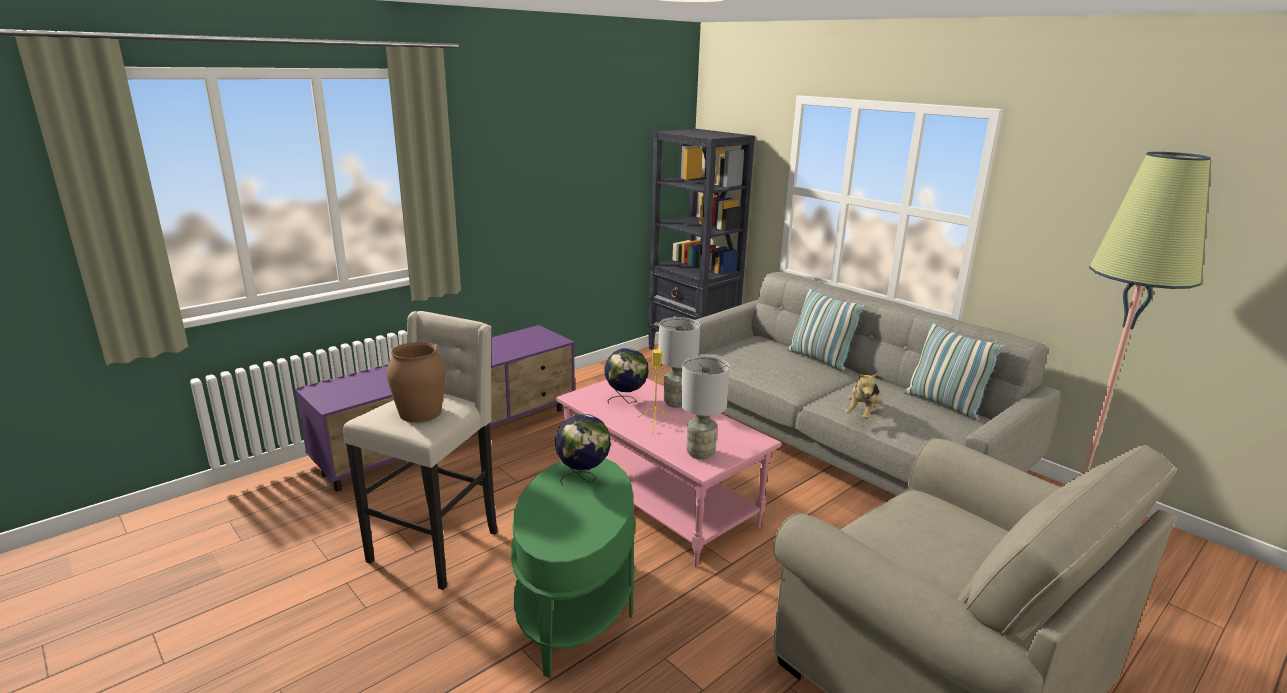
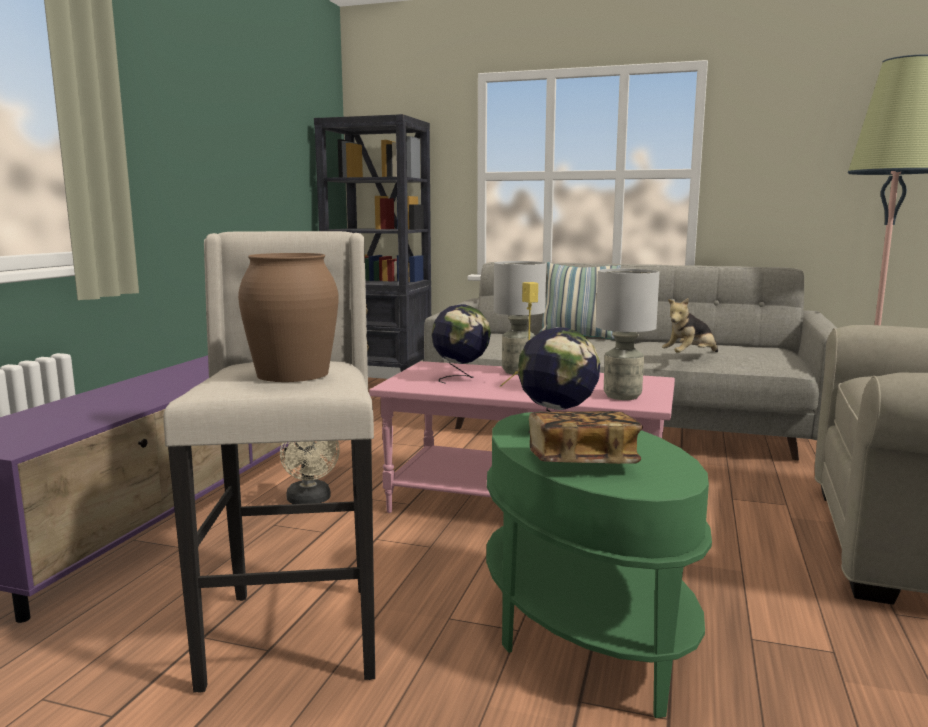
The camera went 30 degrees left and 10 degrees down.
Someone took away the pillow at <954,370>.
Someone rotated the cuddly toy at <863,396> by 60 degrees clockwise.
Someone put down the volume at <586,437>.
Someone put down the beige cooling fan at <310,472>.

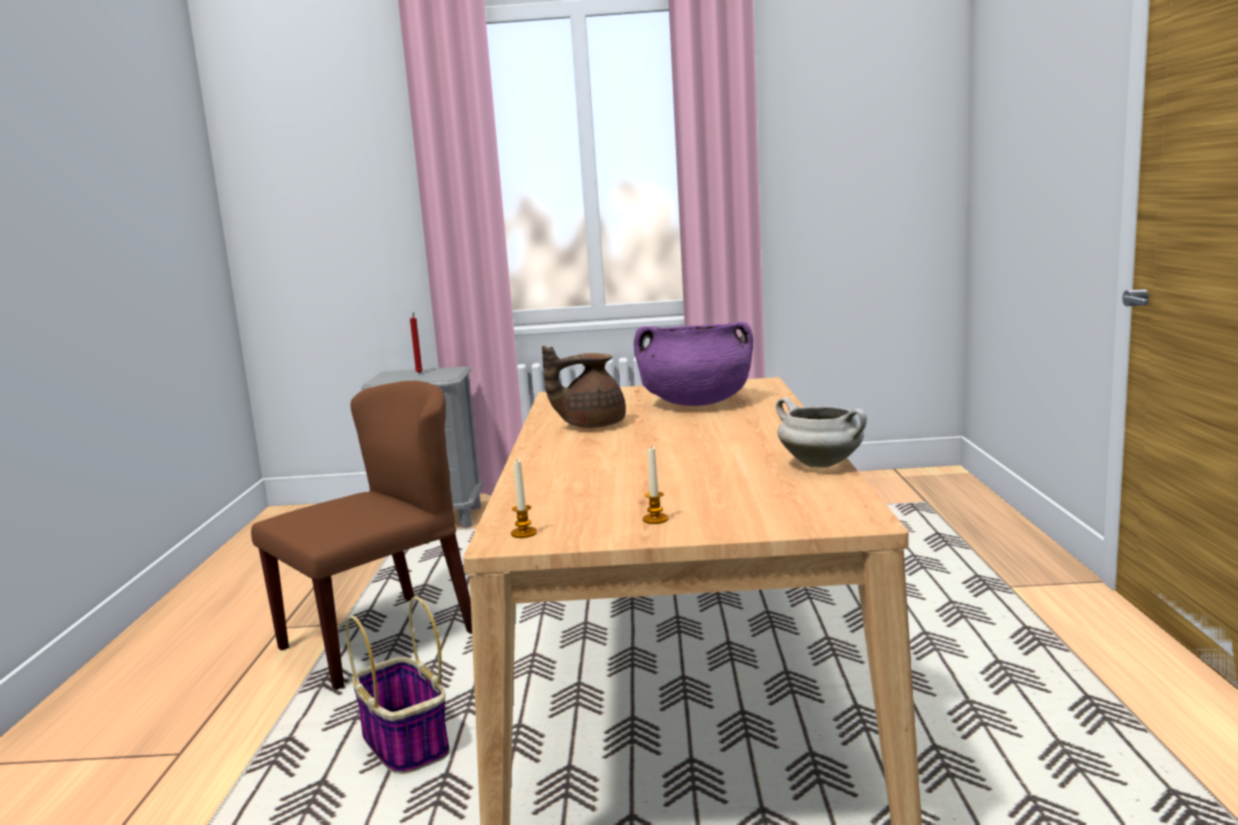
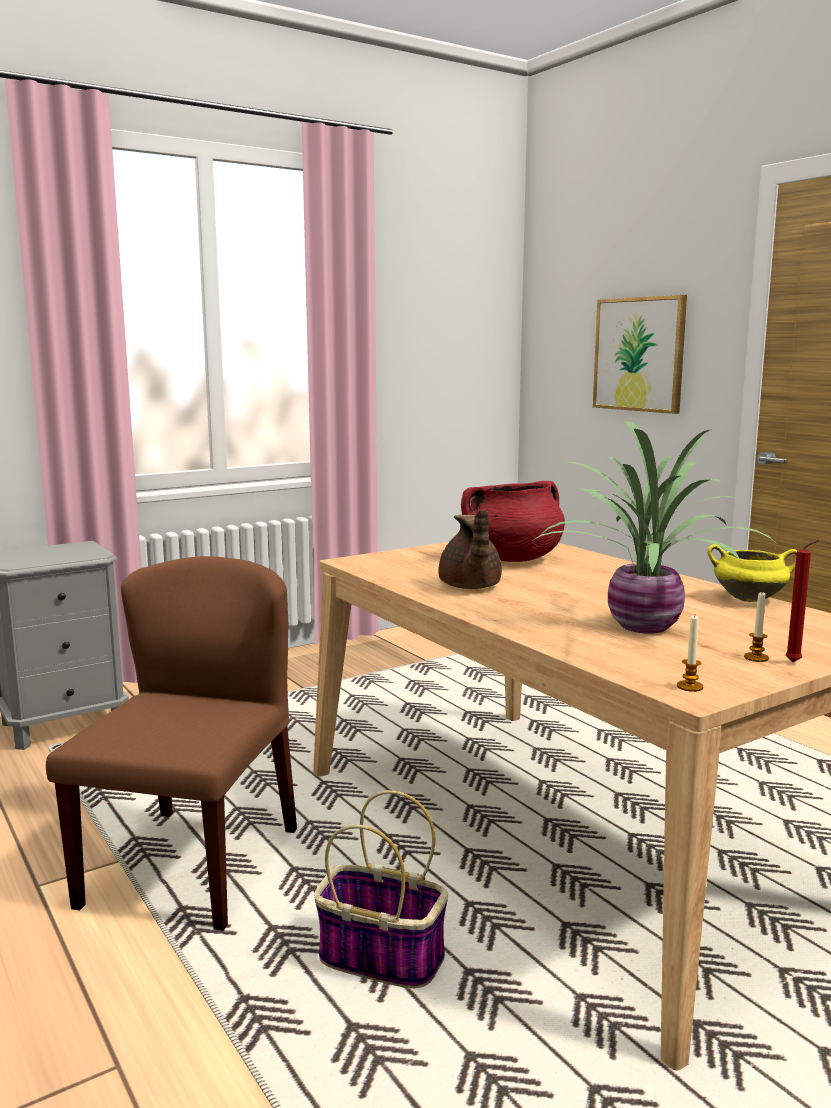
The camera went 35 degrees left and 0 degrees up.
Someone carried the reddish wax light from <416,343> to <802,601>.
Someone repainted the purplish stockpot at <693,364>, which became the reddish stockpot at <512,521>.
Someone rotated the brown-coloured pot for tea at <584,387> by 45 degrees counterclockwise.
Someone repainted the whitish stockpot at <821,432>, which became the yellowish stockpot at <752,573>.
Someone put up the picture at <640,354>.
Someone put down the plant in a pot at <656,527>.

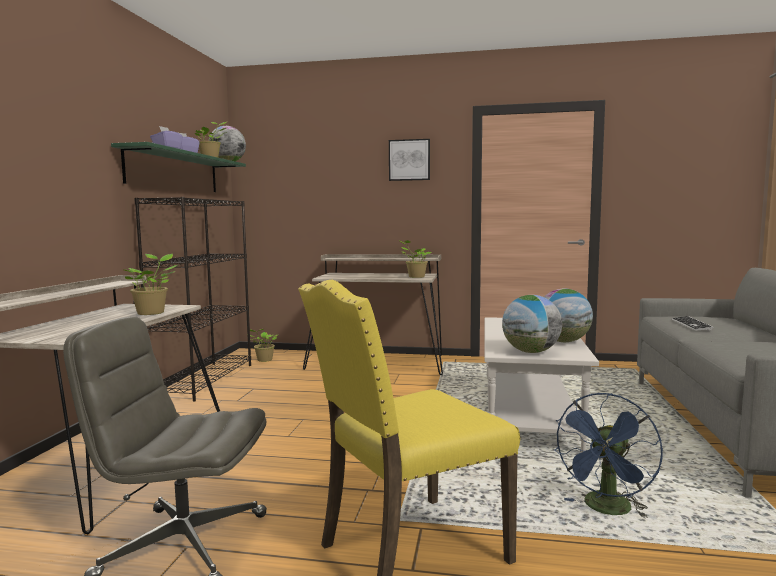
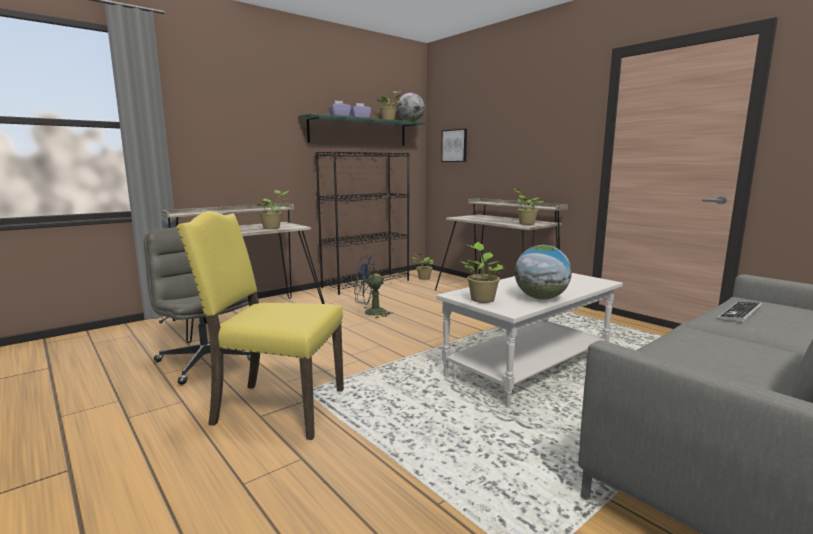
The camera went 40 degrees right and 5 degrees up.
Someone carried the picture from <409,160> to <454,145>.
Someone swapped the world globe at <532,324> for the plant in a pot at <482,272>.
Someone carried the bluish cooling fan from <608,455> to <374,287>.

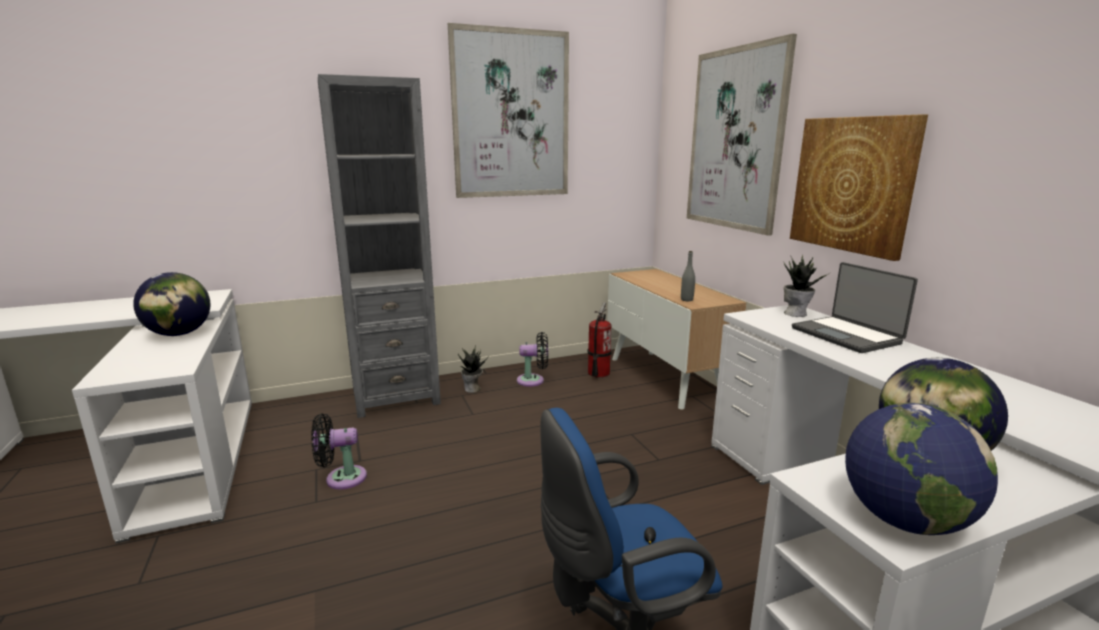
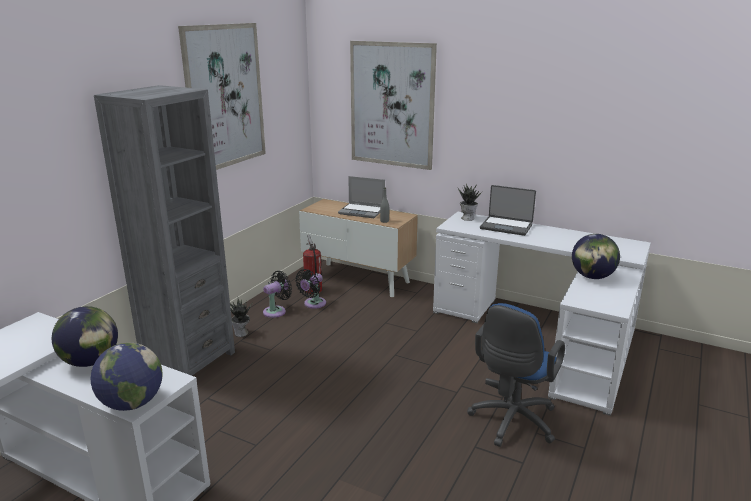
The camera went 40 degrees left and 5 degrees up.
Someone took away the picture at <859,187>.
Someone carried the world globe from <921,469> to <126,376>.
Someone carried the blackish cooling fan from <339,451> to <310,289>.
Someone put down the portable computer at <361,197>.

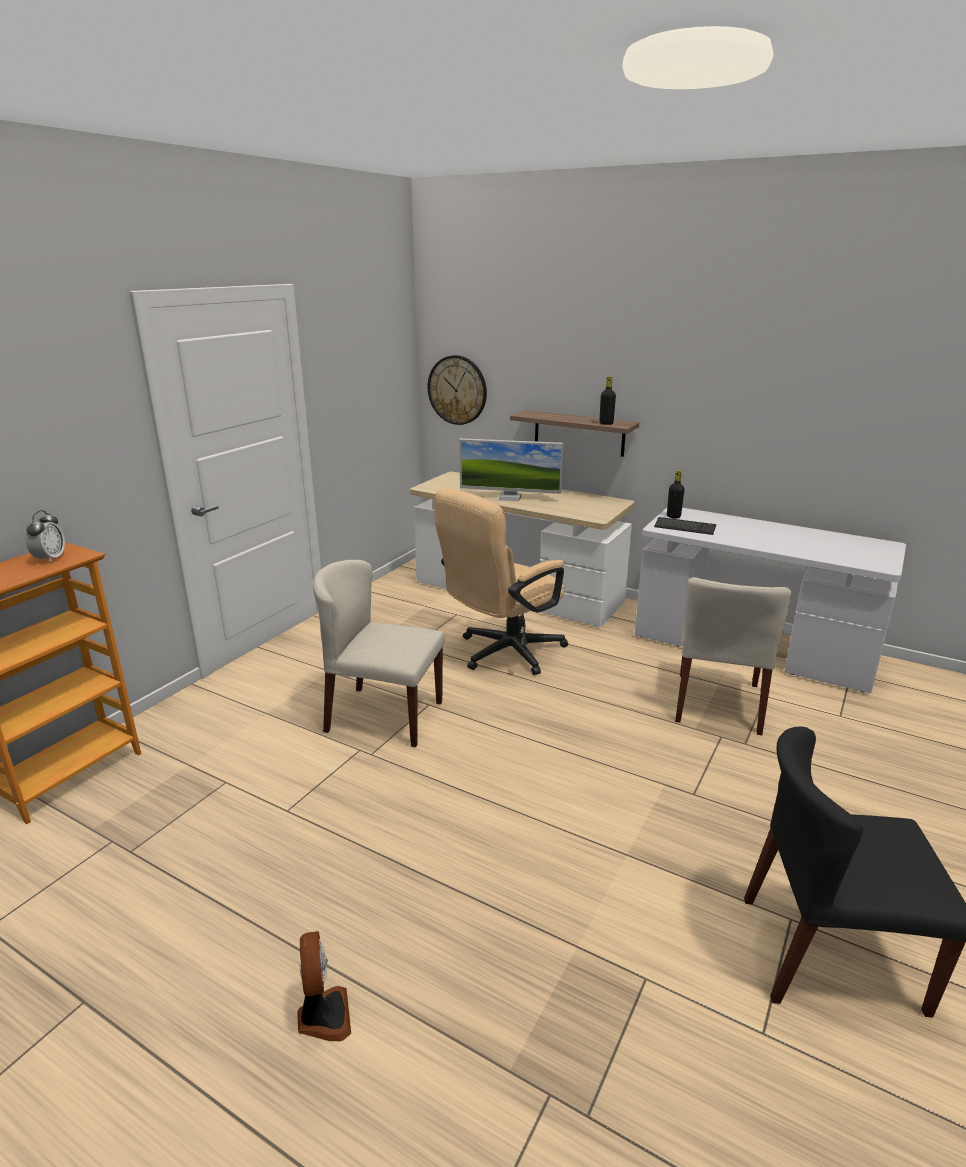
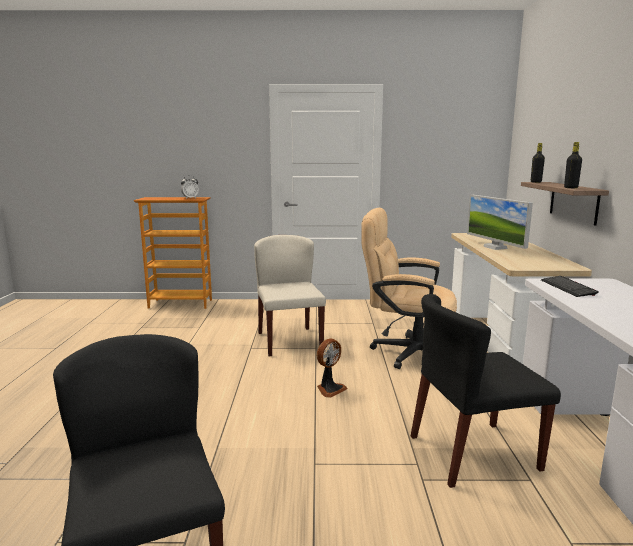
The camera went 60 degrees right and 10 degrees down.
Someone took away the clock on the wall at <457,390>.
Someone carried the blackish bottle from <676,494> to <538,163>.
Someone repainted the beige upright chair at <733,656>, which became the blackish upright chair at <486,391>.
Someone carried the cooling fan from <324,986> to <332,368>.

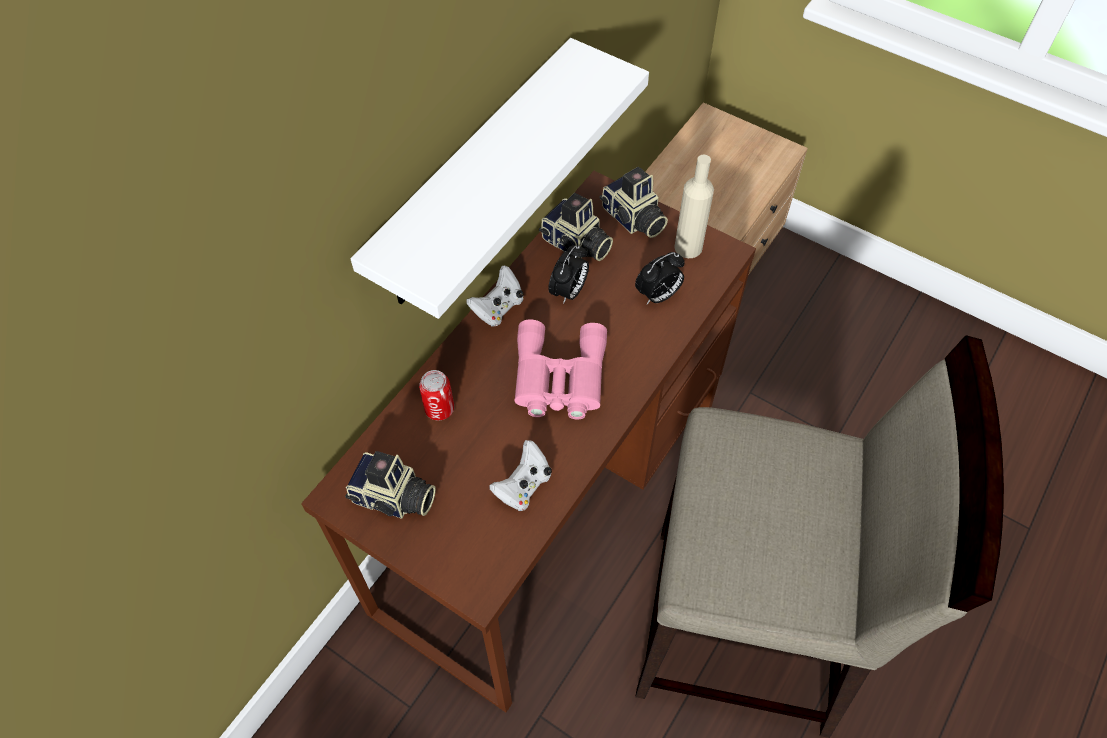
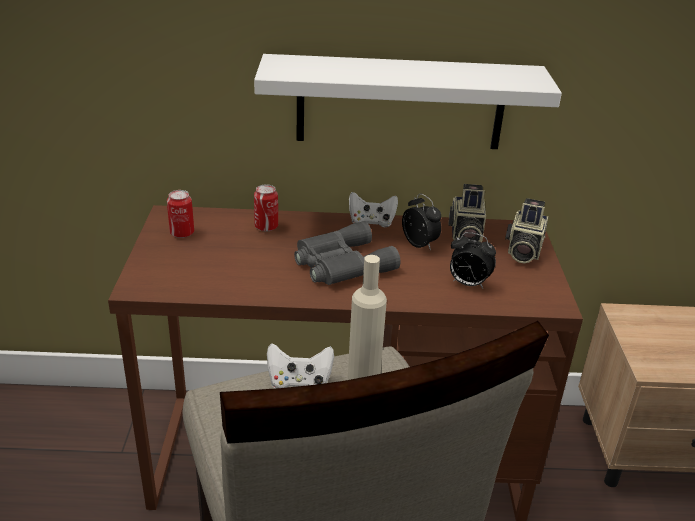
The camera went 55 degrees right and 25 degrees down.
Someone carried the beige bottle from <694,206> to <367,317>.
Someone rotated the bedside clock at <568,274> by 120 degrees counterclockwise.
Someone repainted the pink-coloured field glasses at <560,369>, which became the greyish field glasses at <347,253>.
Someone carried the whitish joypad from <520,475> to <300,365>.
Someone swapped the photo camera at <390,485> for the can at <180,214>.

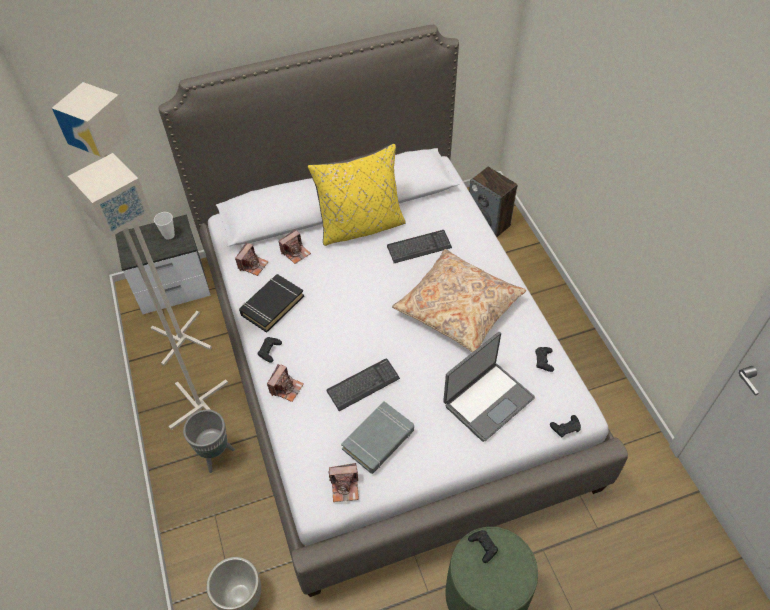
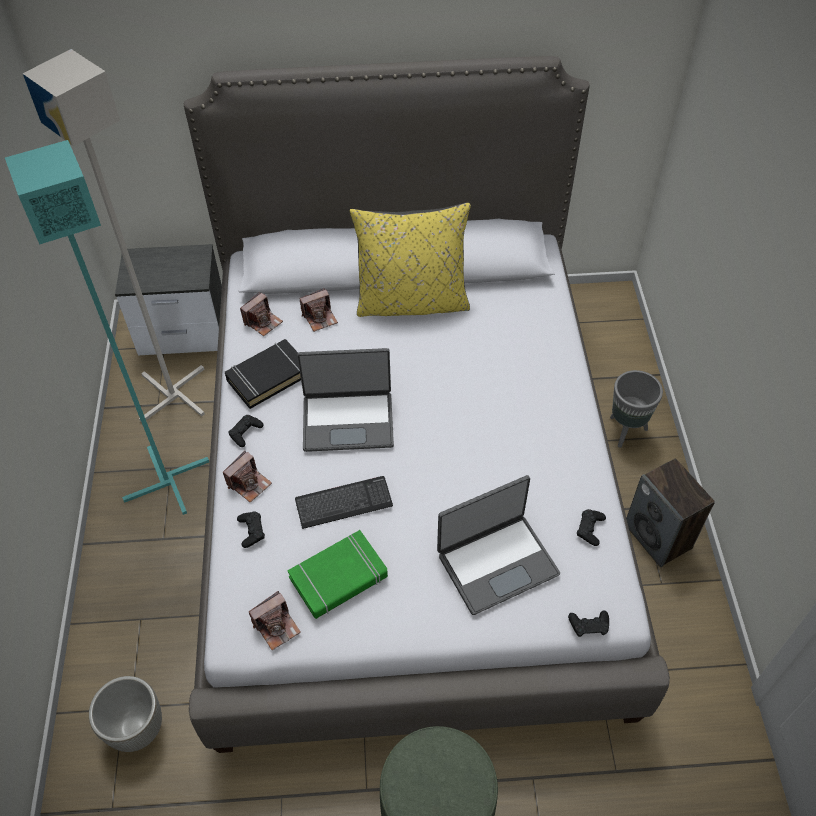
The camera went 15 degrees right and 0 degrees up.
Someone repainted the greyish floor lamp at <148,291>, which became the blue-green floor lamp at <107,327>.
Someone carried the loudspeaker from <493,202> to <670,512>.
Someone took away the drinking cup at <164,226>.
Someone took away the keyboard at <419,246>.
Someone took away the beige pillow at <459,300>.
Someone repainted the greyish volume at <377,437>, which became the green volume at <337,574>.
Someone carried the greyish planter from <209,441> to <636,409>.
Someone rotated the photo camera at <343,482> by 45 degrees counterclockwise.
Someone carried the blackish joypad from <483,546> to <251,529>.
Someone put down the portable computer at <345,400>.

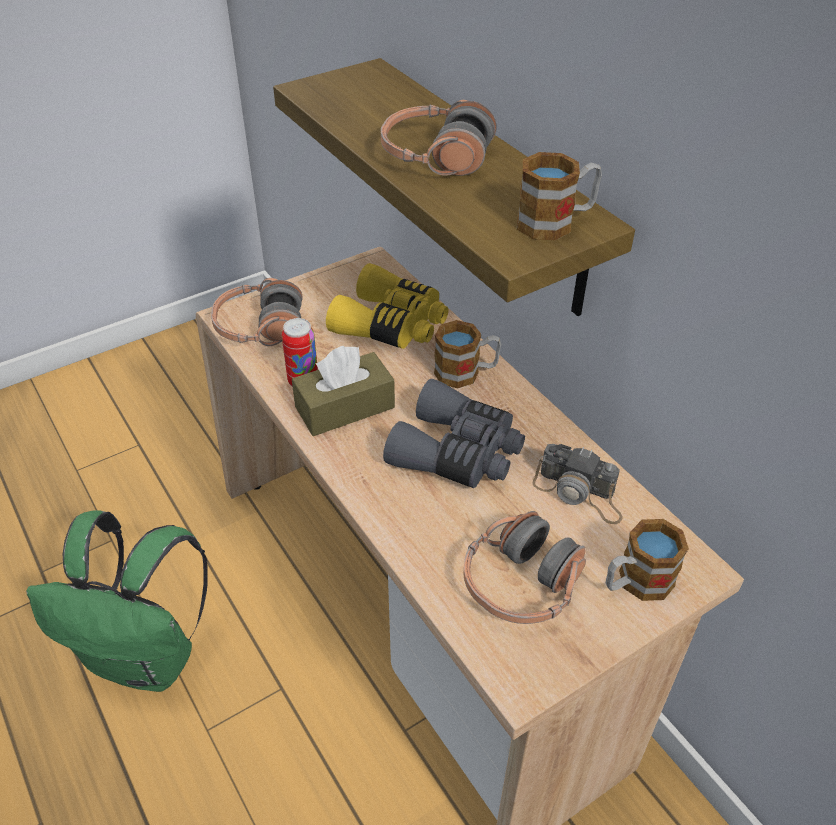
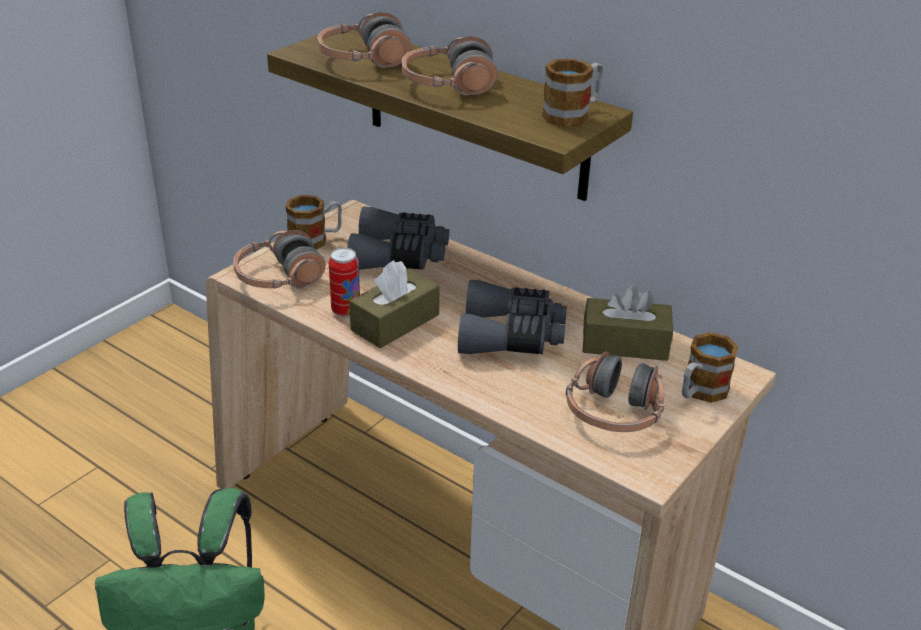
The camera went 20 degrees left and 10 degrees down.
Someone repainted the yellowish field glasses at <387,306>, which became the greyish field glasses at <398,238>.
Someone carried the coffee mug from <467,354> to <313,222>.
Someone swapped the photo camera at <578,484> for the brown-coloured box of tissues at <628,323>.
Someone put down the headset at <364,40>.

